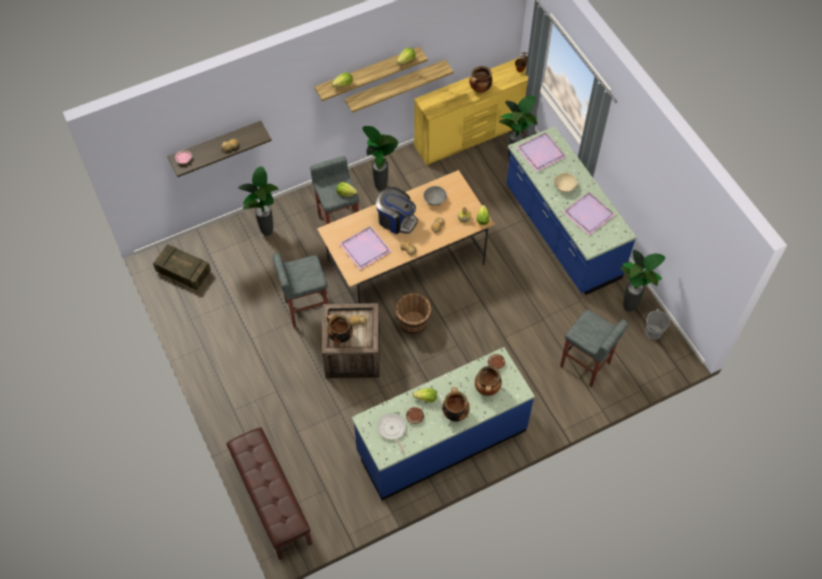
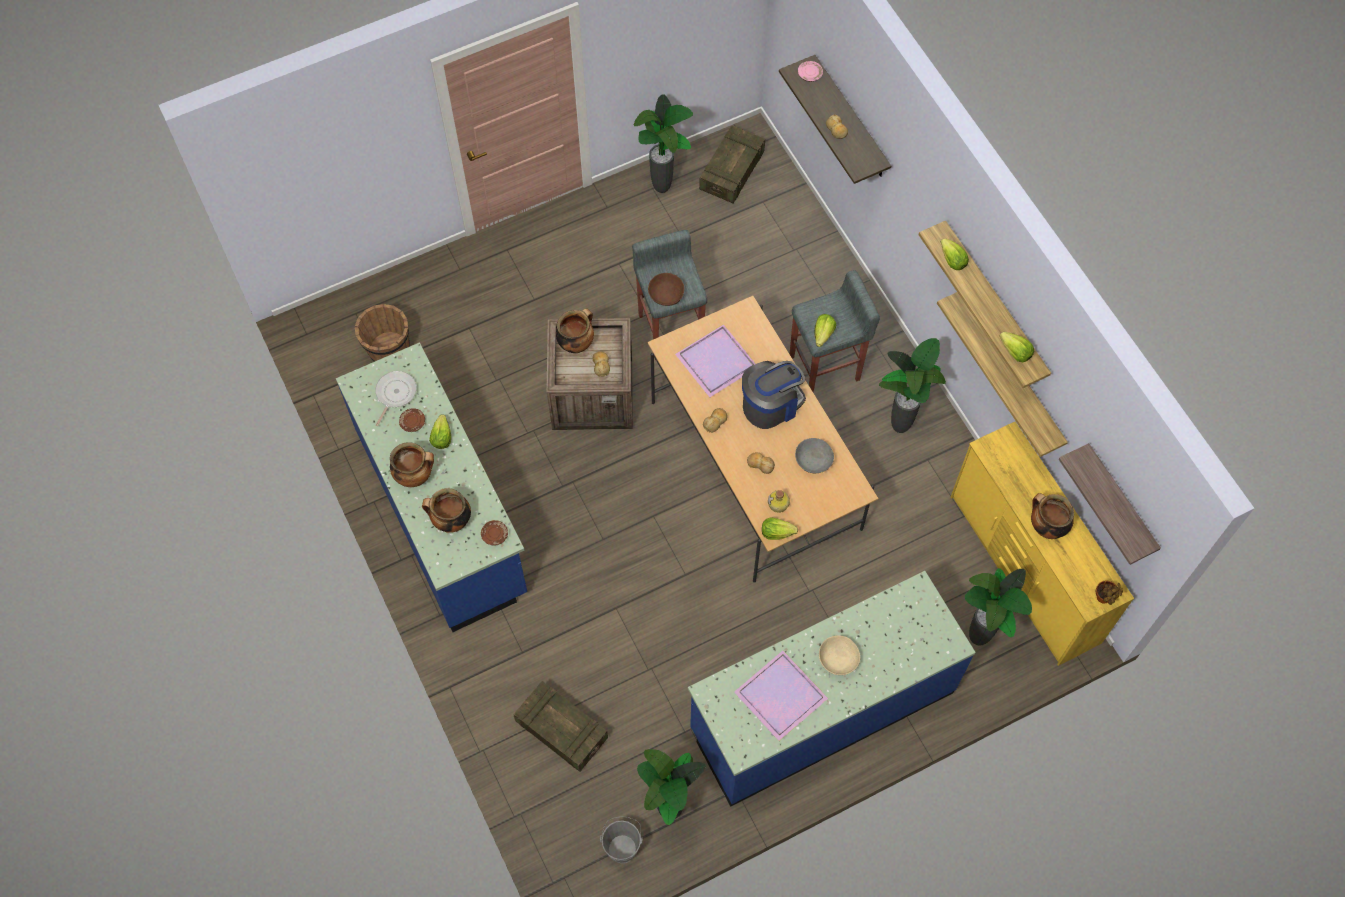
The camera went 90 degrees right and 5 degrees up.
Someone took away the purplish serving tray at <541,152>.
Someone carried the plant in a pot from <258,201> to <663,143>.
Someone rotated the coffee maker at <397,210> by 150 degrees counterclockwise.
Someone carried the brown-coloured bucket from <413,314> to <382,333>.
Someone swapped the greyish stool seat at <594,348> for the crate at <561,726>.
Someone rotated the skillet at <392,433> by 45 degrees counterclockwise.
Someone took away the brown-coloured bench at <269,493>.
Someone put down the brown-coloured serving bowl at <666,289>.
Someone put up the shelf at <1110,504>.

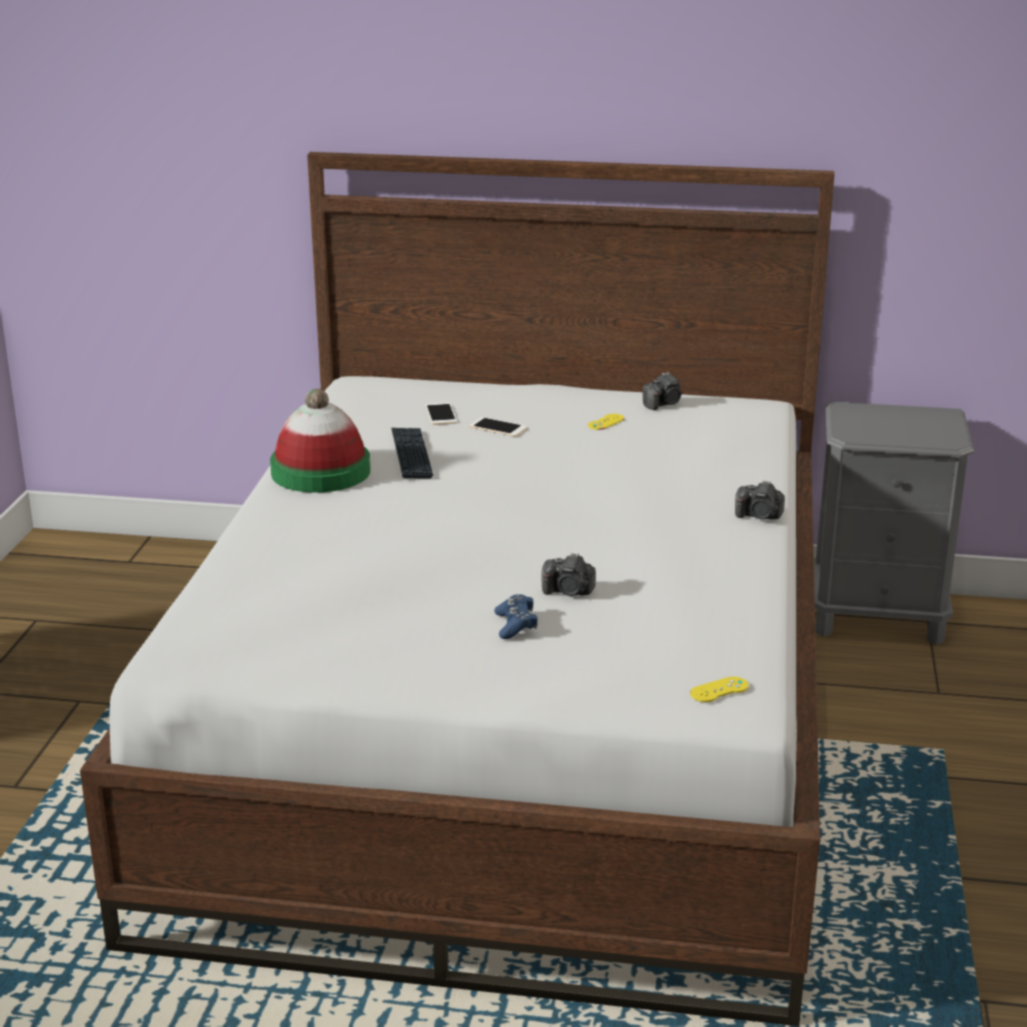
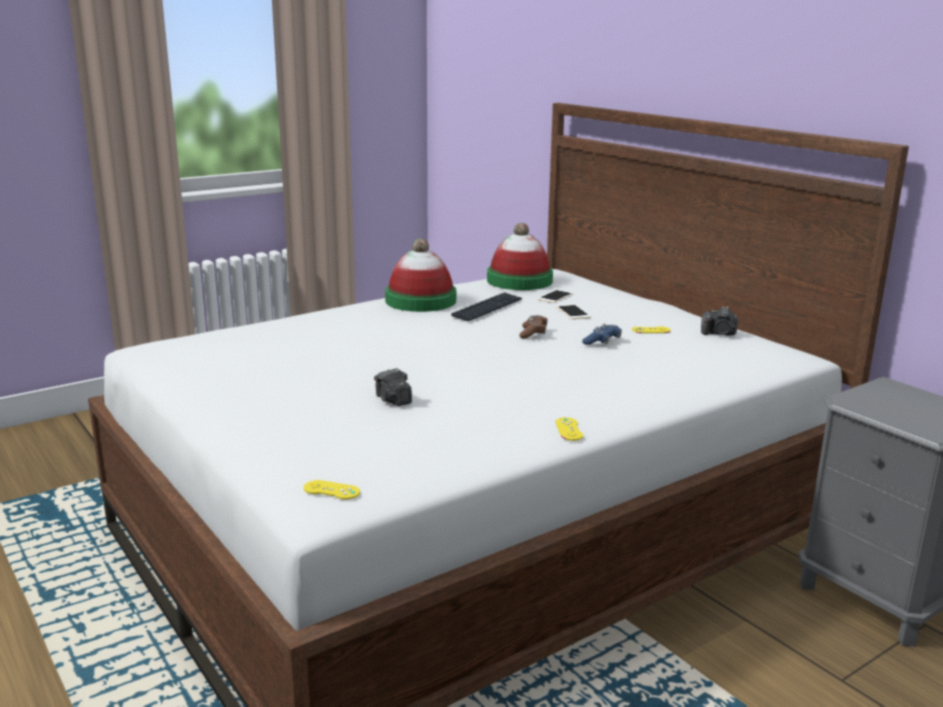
The camera went 45 degrees right and 5 degrees down.
Someone took away the photo camera at <760,499>.
Someone carried the bluish joypad from <516,616> to <602,334>.
Someone put down the hat at <520,256>.
Someone put down the brown-coloured joypad at <533,326>.
Someone put down the yellowish joypad at <569,429>.

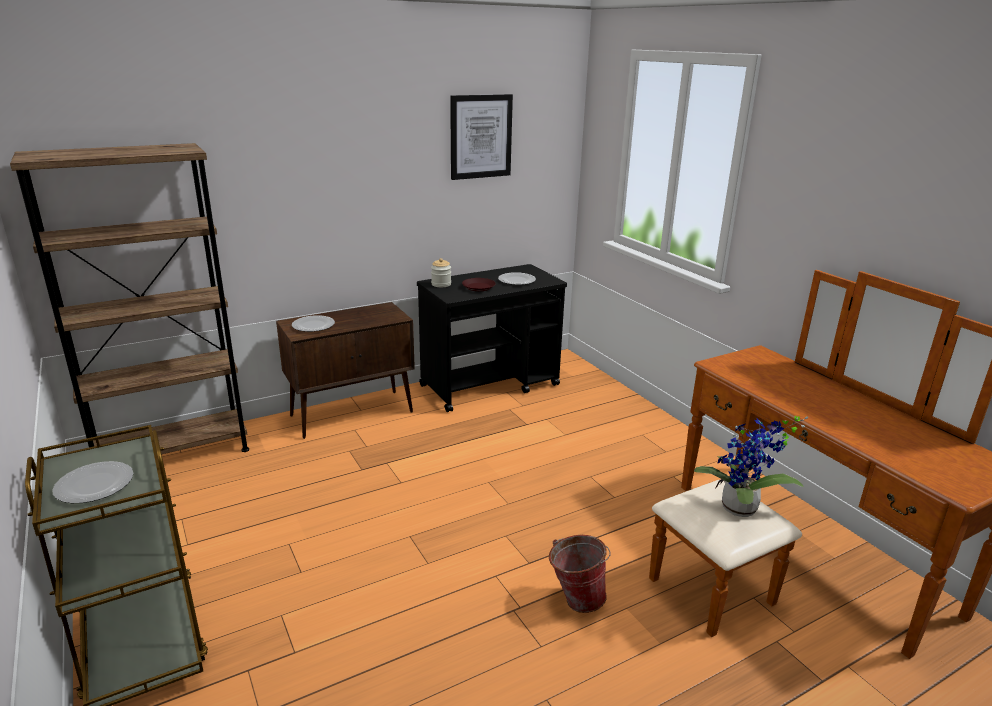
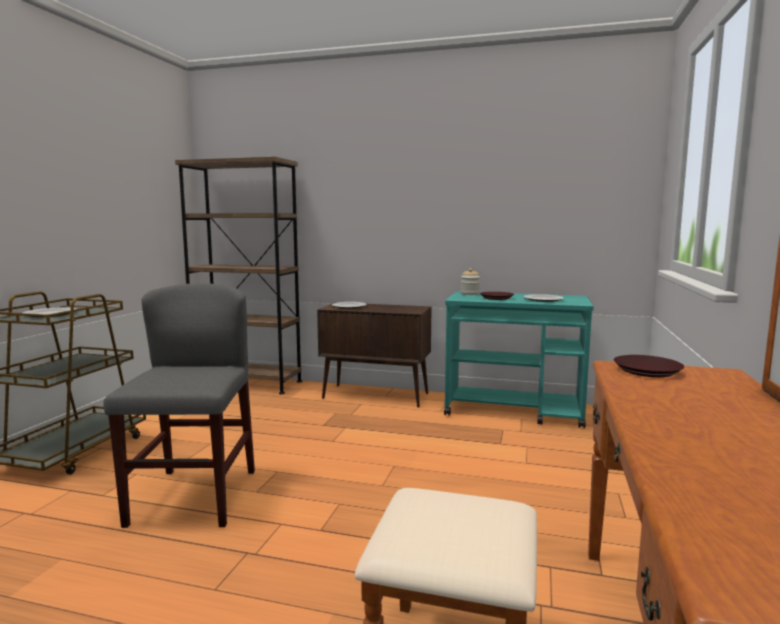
The camera went 45 degrees right and 15 degrees down.
Someone took away the picture at <481,137>.
Someone repainted the blackish trolley at <492,338>, which became the blue-green trolley at <519,359>.
Someone took away the plant in a pot at <751,466>.
Someone took away the bucket at <579,574>.
Someone put down the greyish upright chair at <179,405>.
Someone put down the brown-coloured flat dish at <649,366>.

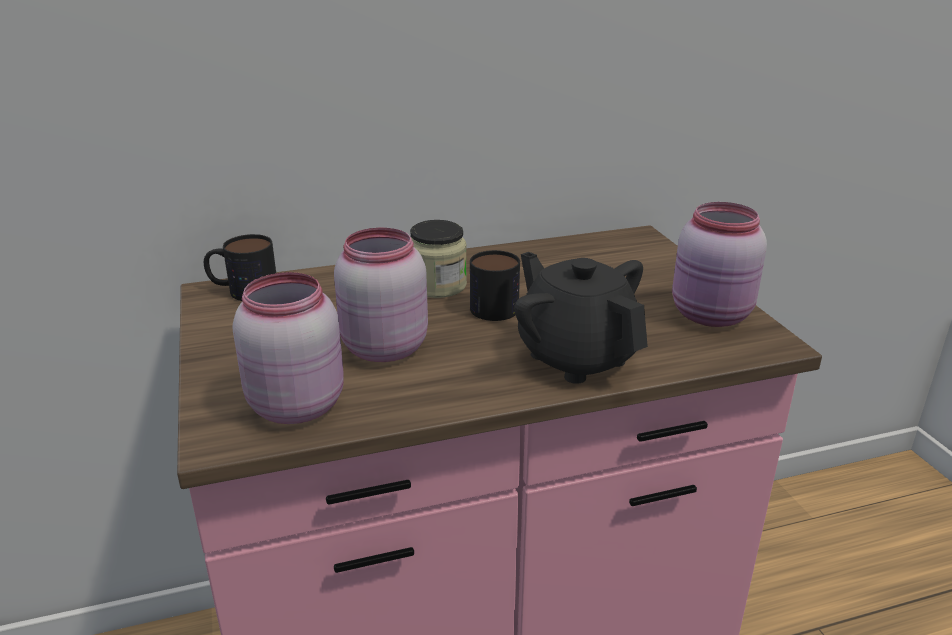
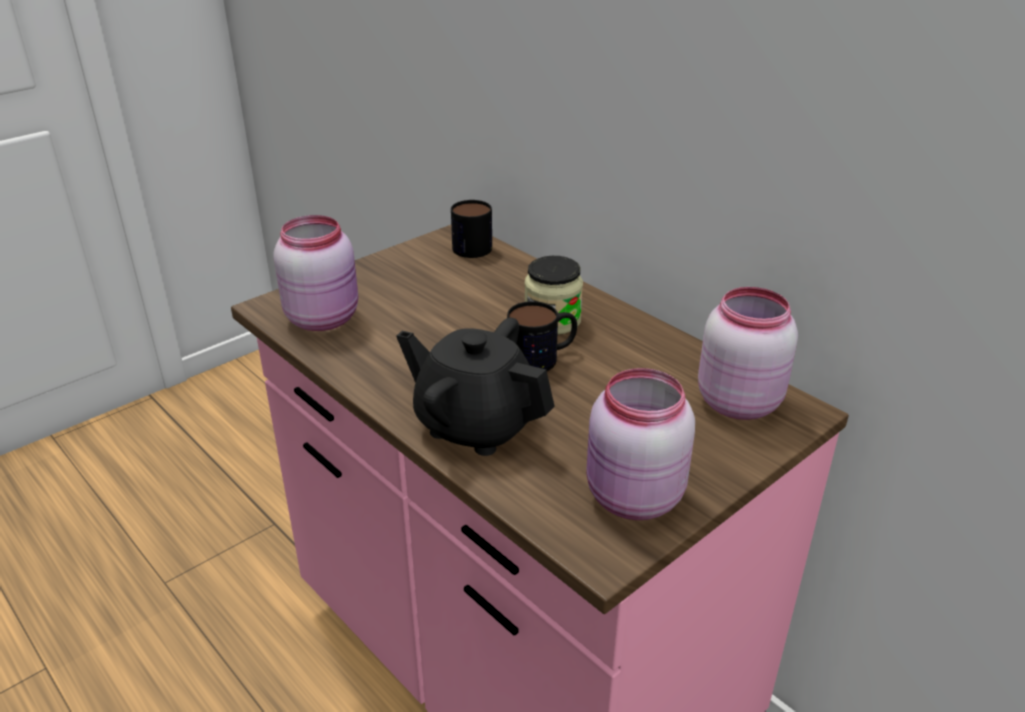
The camera went 65 degrees right and 5 degrees up.
Someone carried the pink-coloured preserve jar from <381,295> to <748,353>.
Someone rotated the blackish pot for tea at <581,318> by 90 degrees counterclockwise.

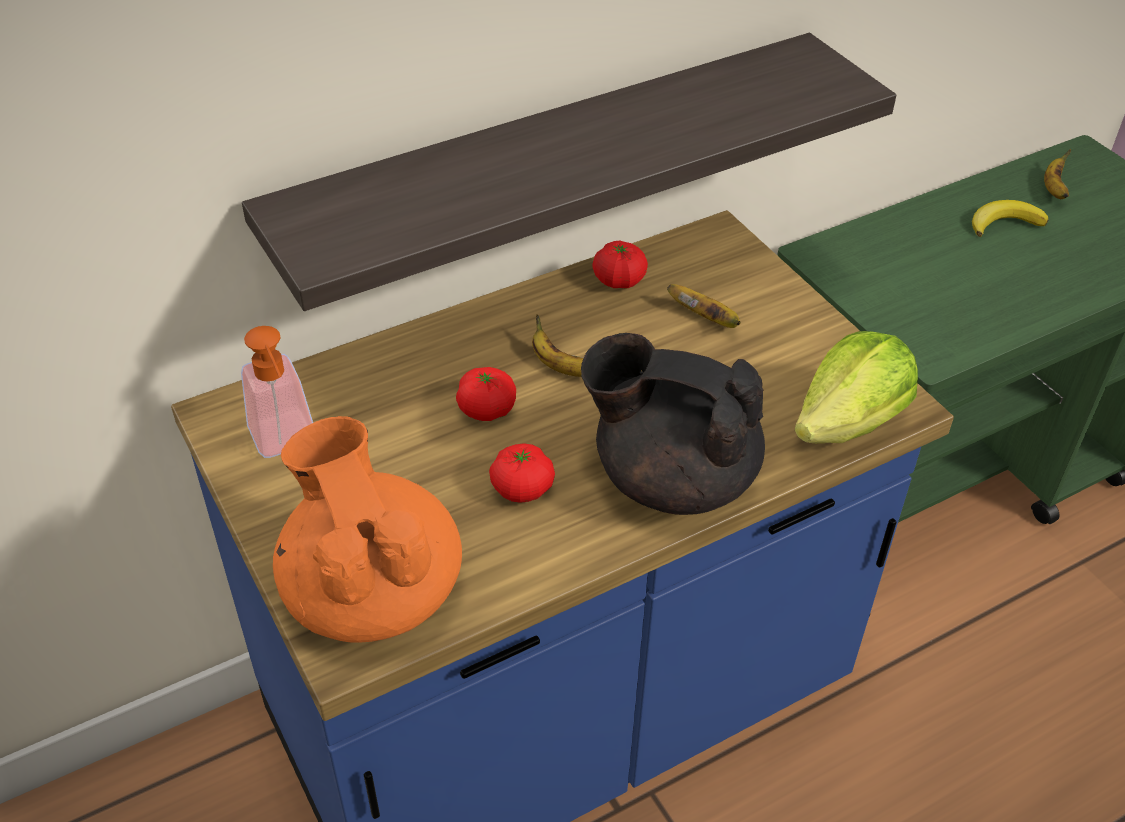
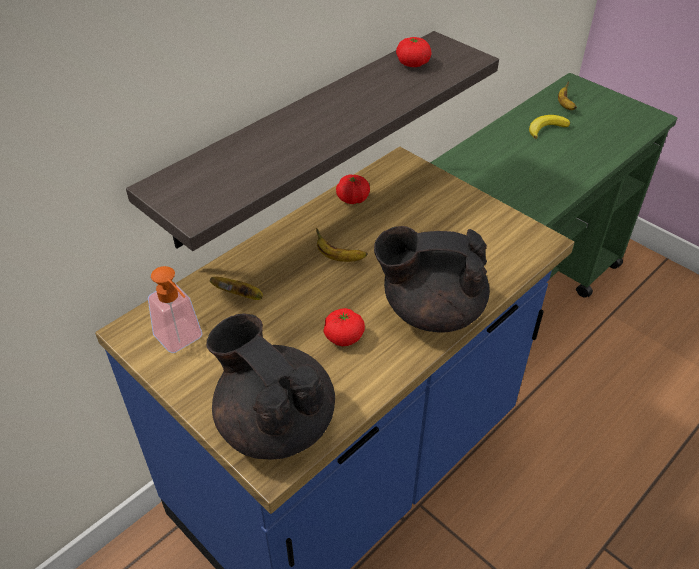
The camera went 15 degrees left and 0 degrees up.
Someone carried the banana from <704,306> to <236,288>.
Someone took away the lettuce head at <856,387>.
Someone carried the tomato from <486,394> to <413,52>.
Someone repainted the orange-coloured pot for tea at <367,529>, which became the blackish pot for tea at <270,387>.

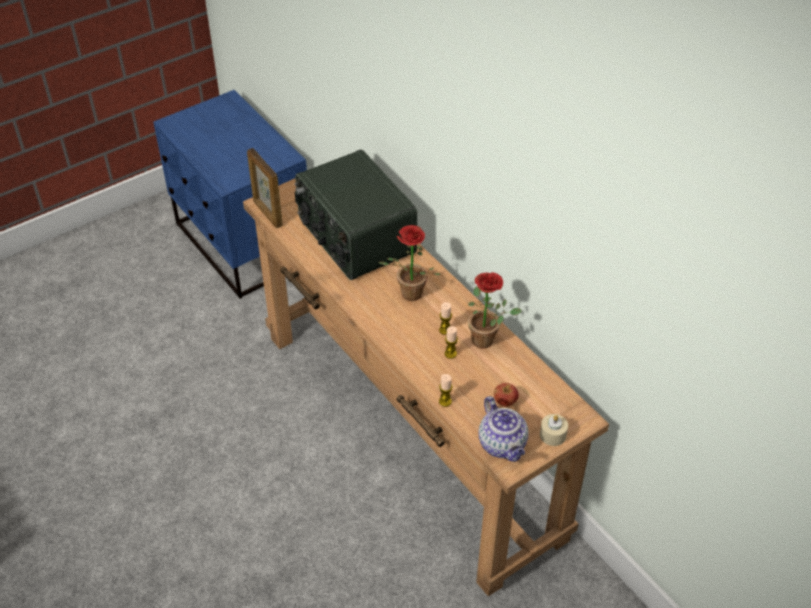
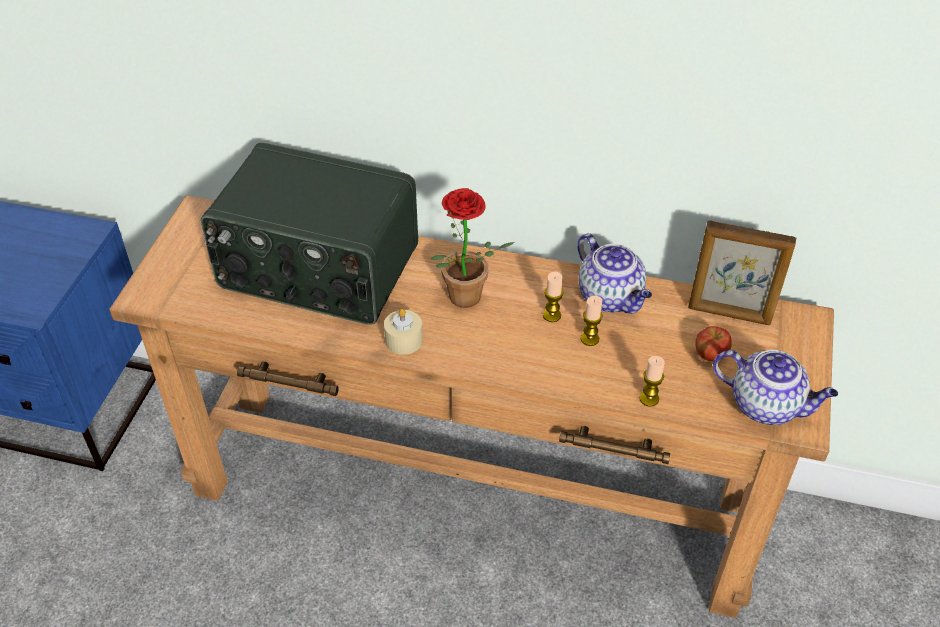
The camera went 40 degrees left and 0 degrees up.
Someone carried the photo frame from <265,188> to <742,272>.
Someone swapped the plant in a pot at <495,310> for the pot for tea at <614,273>.
Someone carried the beige wax light from <554,430> to <403,332>.

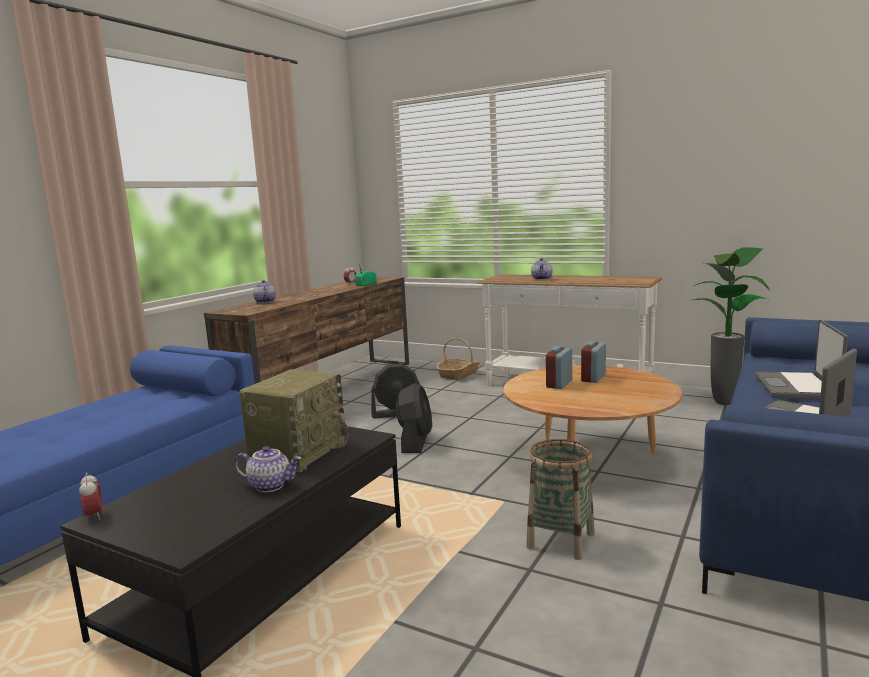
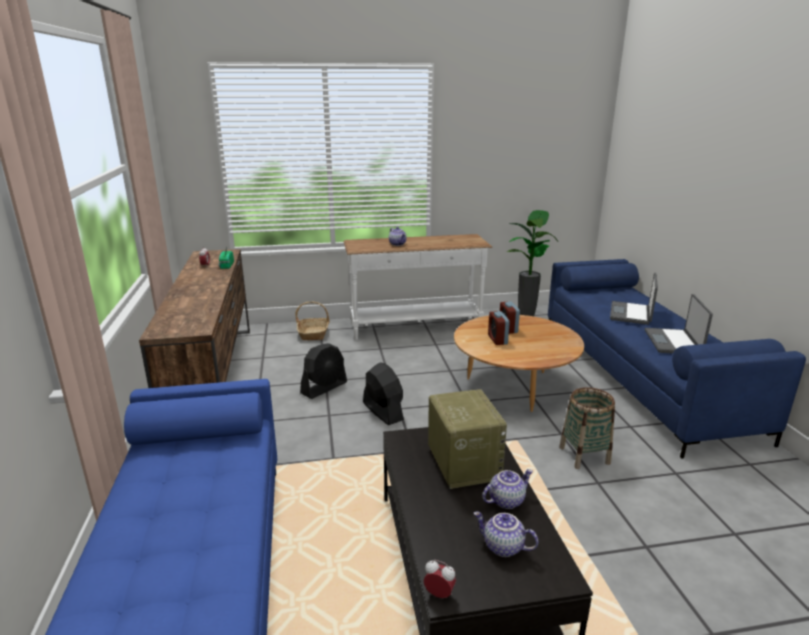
The camera went 40 degrees left and 10 degrees up.
Someone carried the pot for tea from <264,291> to <506,534>.
Someone rotated the portable computer at <801,359> by 45 degrees clockwise.

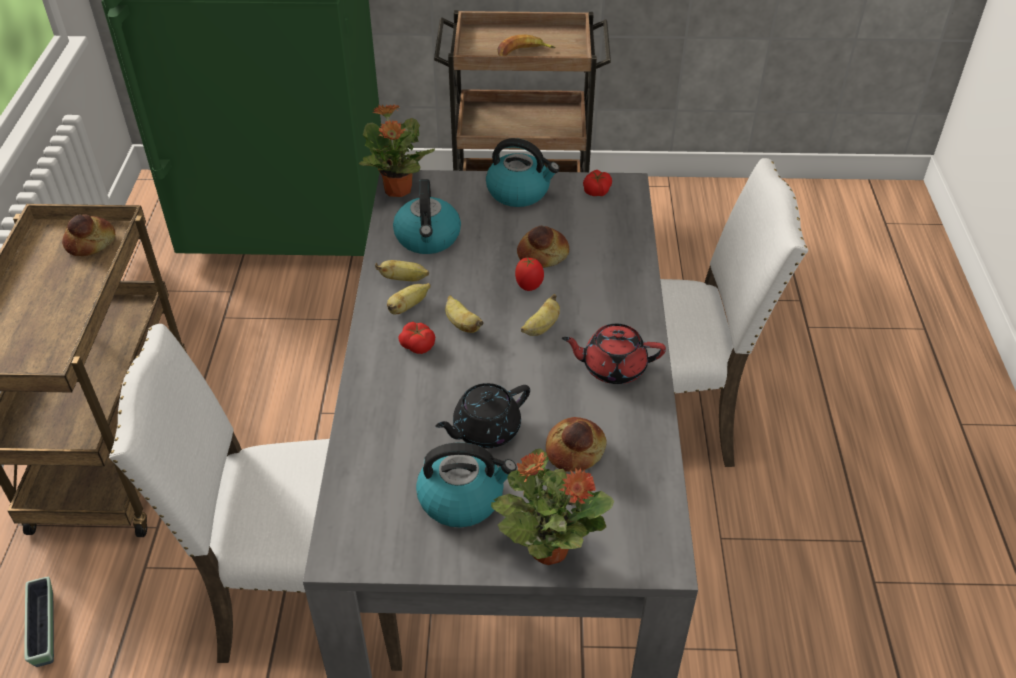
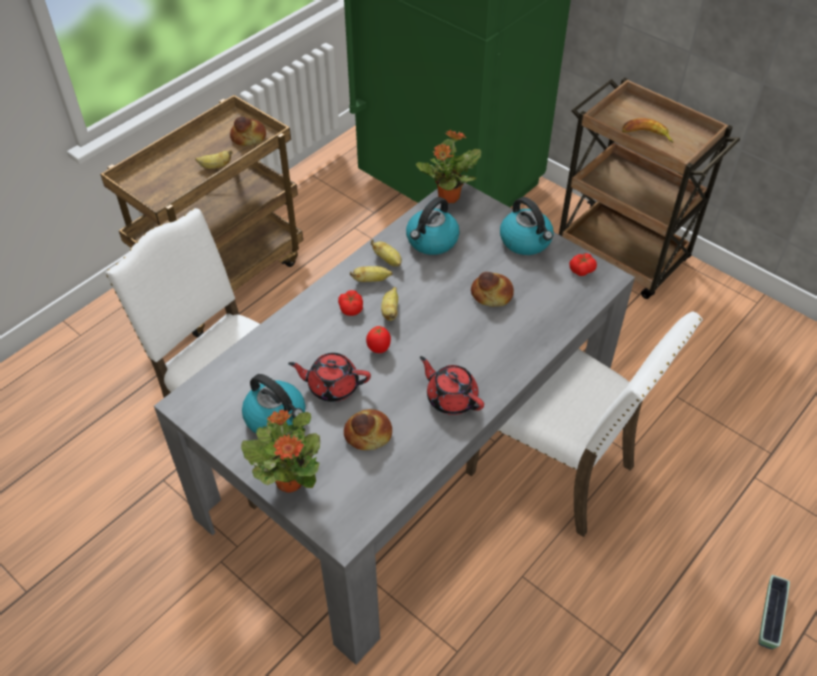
The camera went 40 degrees right and 5 degrees up.
Someone carried the tomato from <529,274> to <378,339>.
Someone carried the banana from <540,315> to <214,159>.
Someone repainted the blackish pot for tea at <482,415>, which became the reddish pot for tea at <329,377>.
Someone carried the planter from <39,622> to <774,612>.

